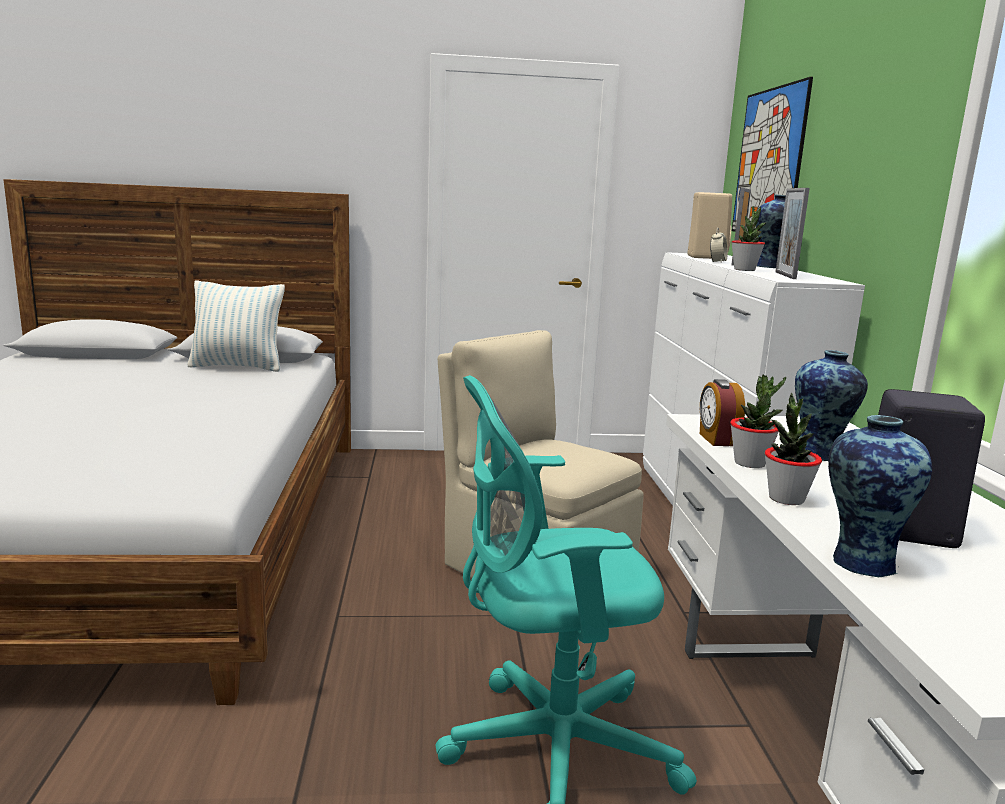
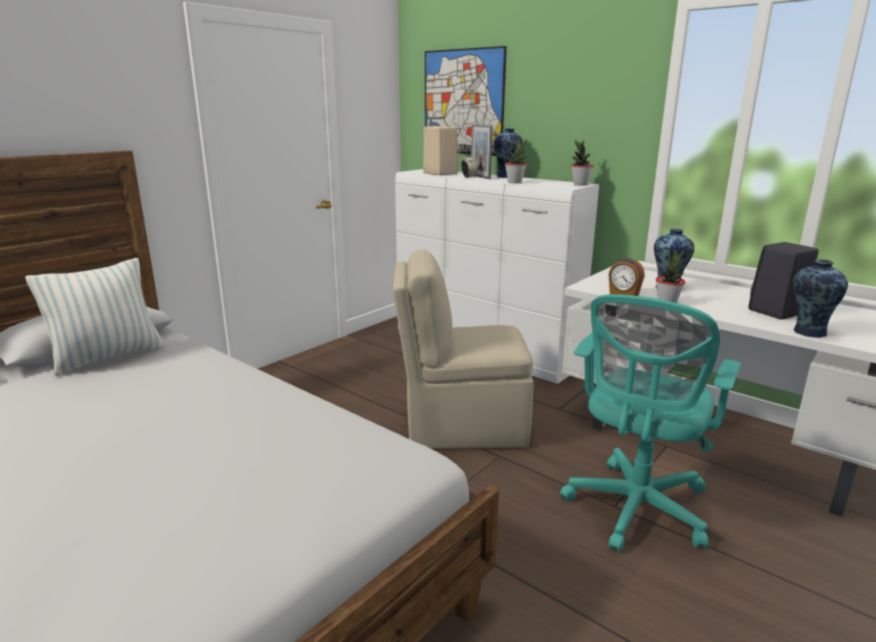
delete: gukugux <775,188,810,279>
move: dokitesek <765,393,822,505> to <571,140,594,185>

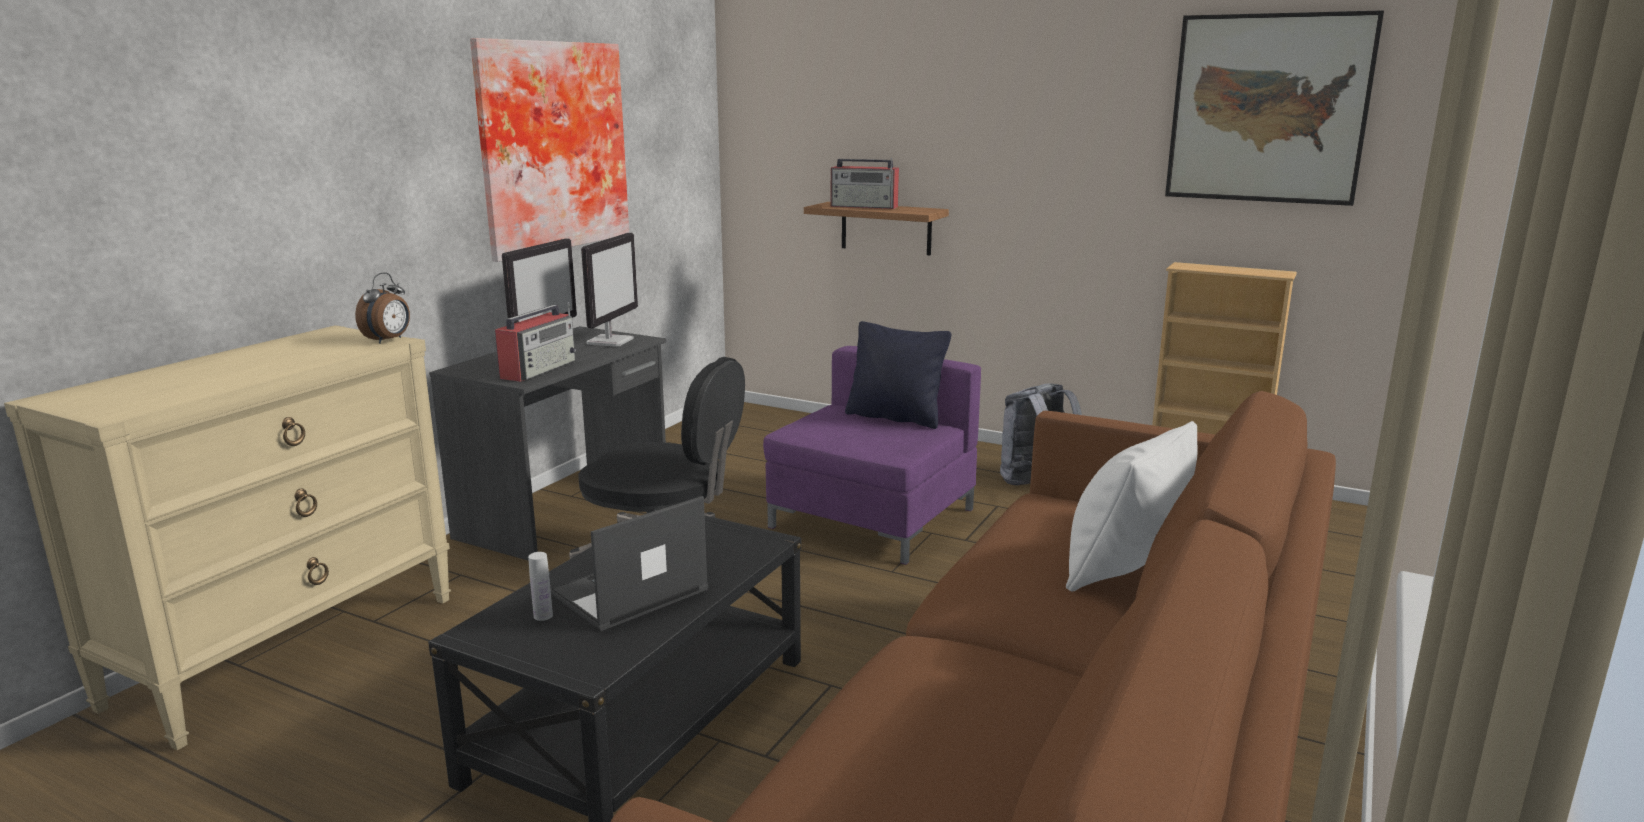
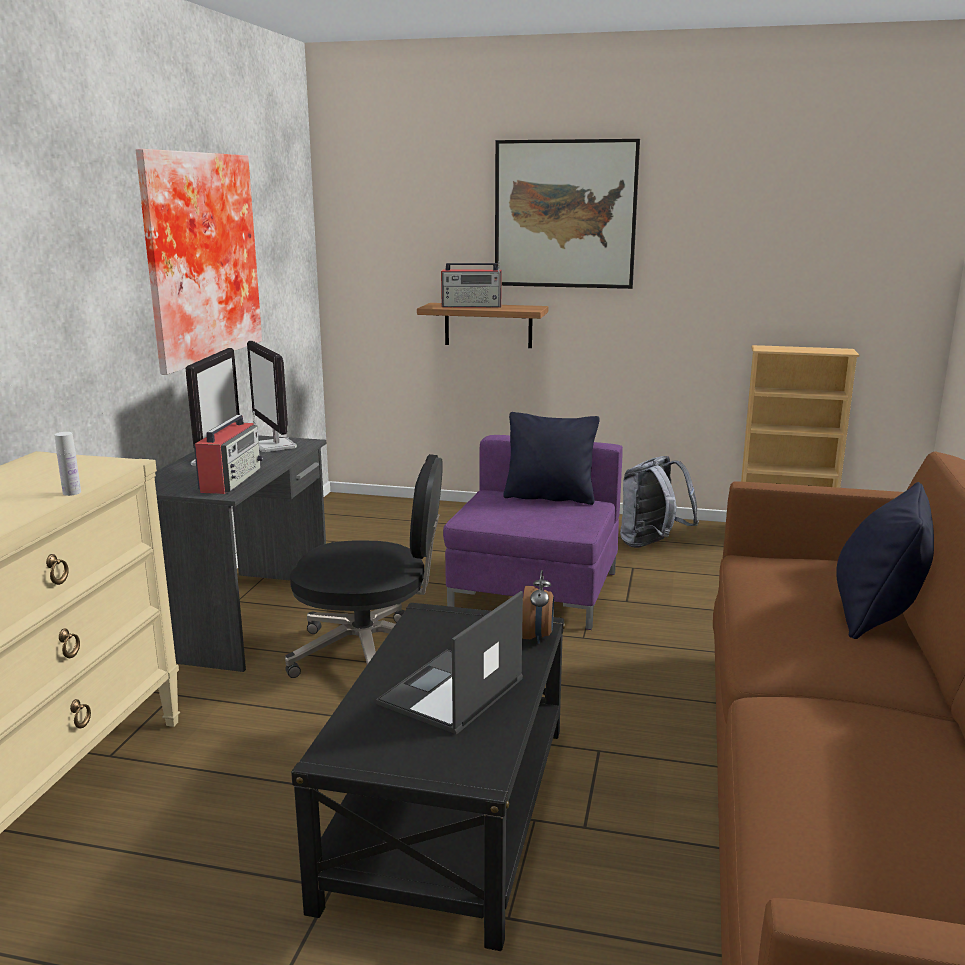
move: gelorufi <1165,10,1384,206> to <495,139,640,289>; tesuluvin <355,273,410,344> to <522,570,554,644>; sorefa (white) <528,552,553,621> to <54,432,81,496>
recolor: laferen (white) <1066,421,1198,591> to laferen (black) <836,482,934,639>
rotate: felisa <581,233,638,347> = <247,341,297,452> 150 degrees clockwise

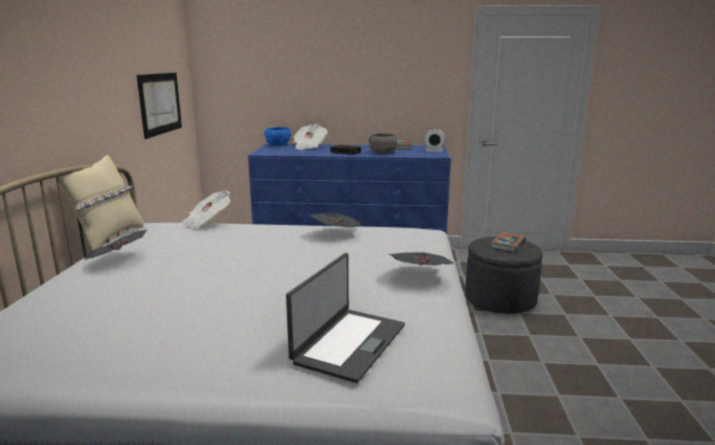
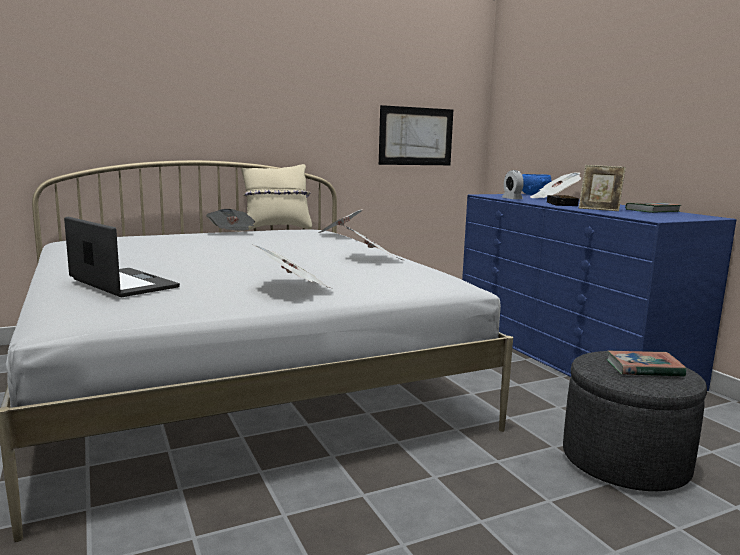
move: tesuluvin <424,128,445,152> to <502,170,524,199>
replace: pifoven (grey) <369,133,397,154> to gukugux <579,165,626,211>
rotate: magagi <286,253,405,383> = <64,217,180,297> 135 degrees counterclockwise

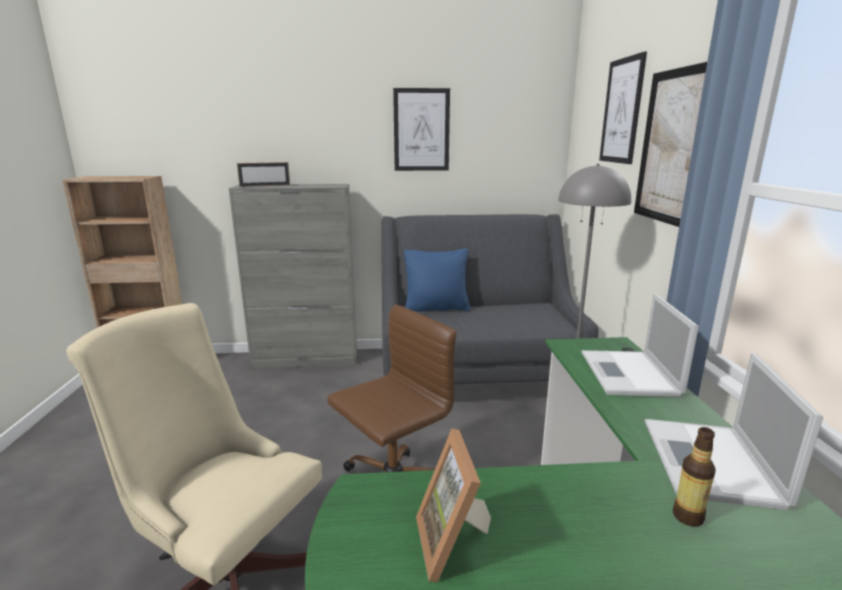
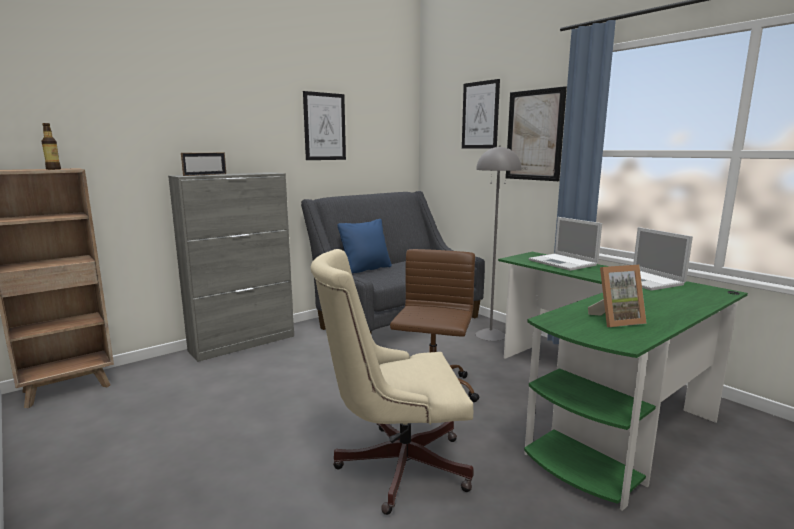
move: sorefa <673,427,716,527> to <42,123,61,170>
rotate: gukugux <416,428,491,582> = <588,265,647,327> 60 degrees counterclockwise

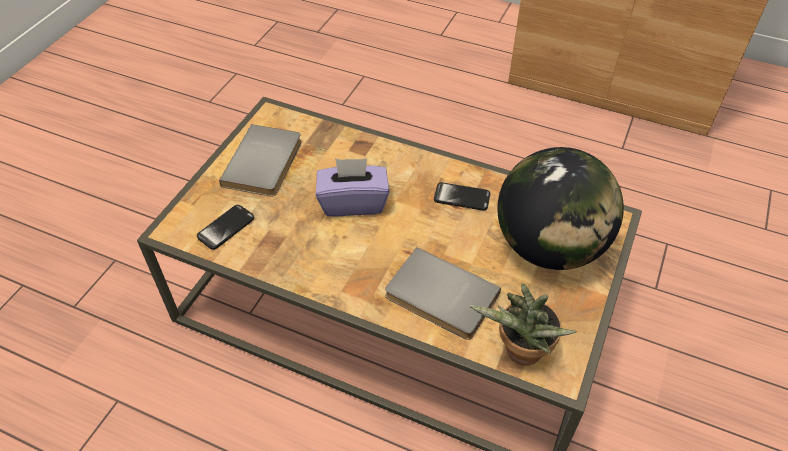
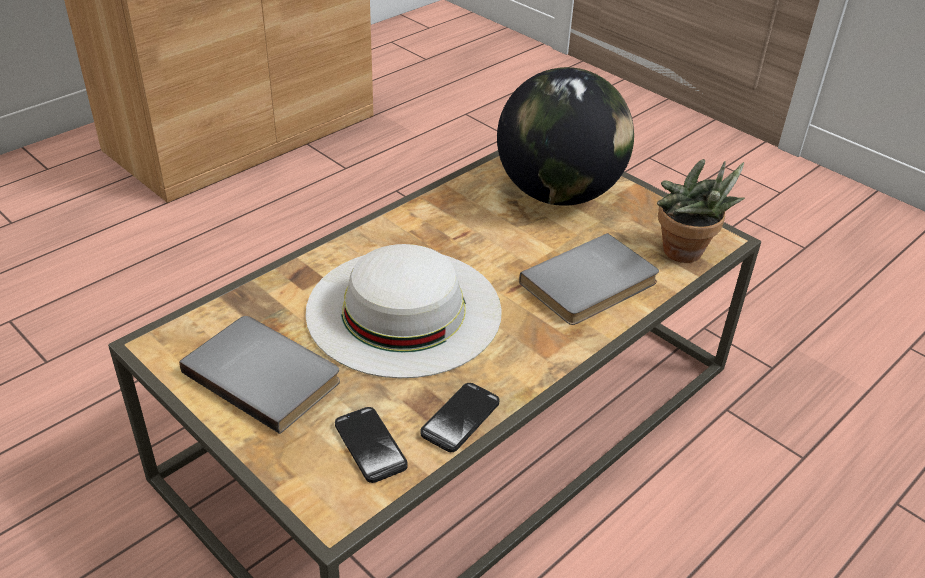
move: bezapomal <434,182,491,211> to <420,383,500,452>
replace: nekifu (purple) <316,159,389,217> to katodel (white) <306,244,502,378>

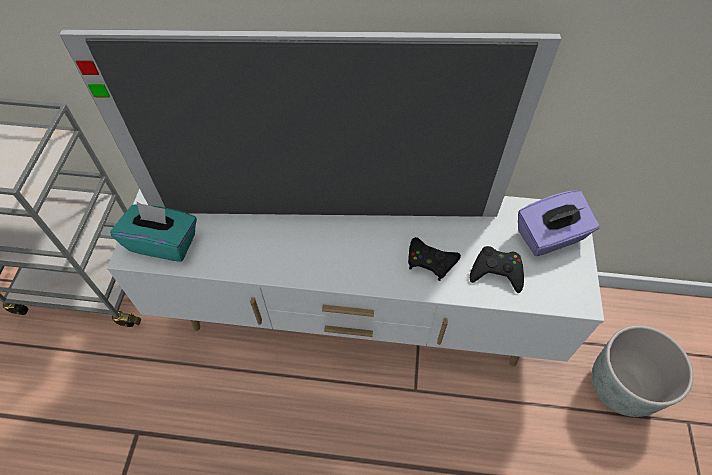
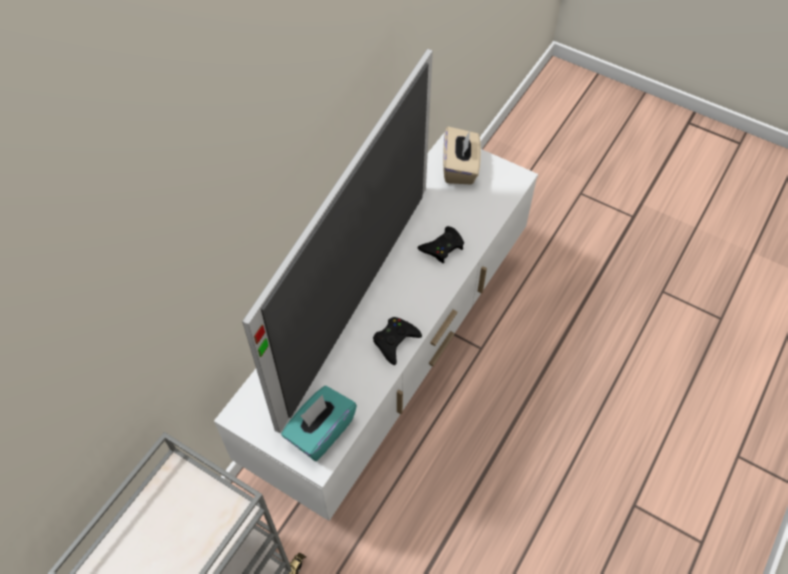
delete: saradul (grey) <592,325,694,417>
move: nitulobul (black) <470,246,524,293> to <373,317,422,365>
recolor: nekifu (purple) <518,190,600,256> to nekifu (beige) <443,127,481,184>

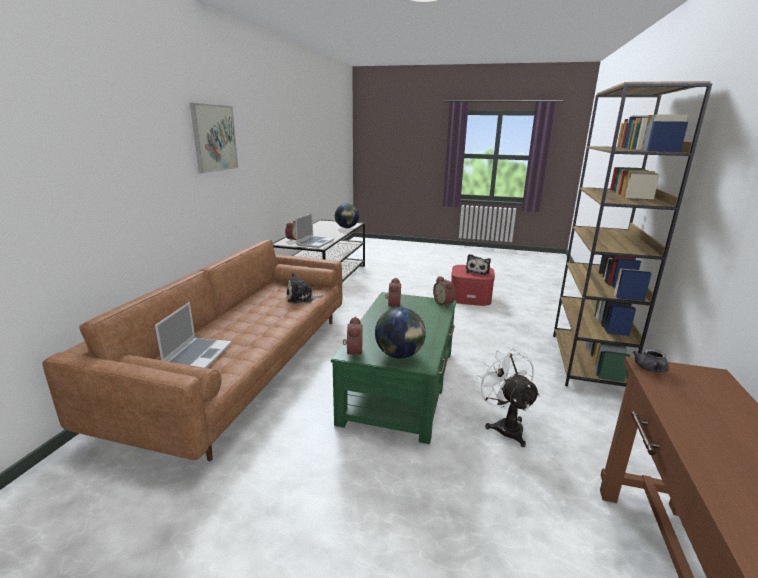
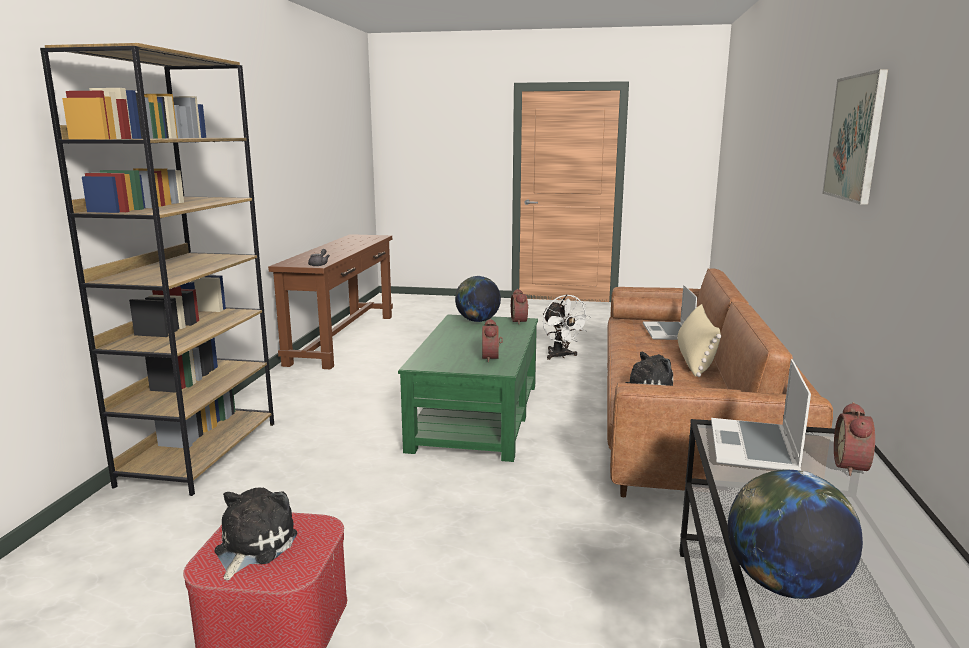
delete: tesuluvin <433,276,456,307>
insert: laferen (beige) <677,304,721,377>
move: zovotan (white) <475,349,540,447> to <543,294,591,360>

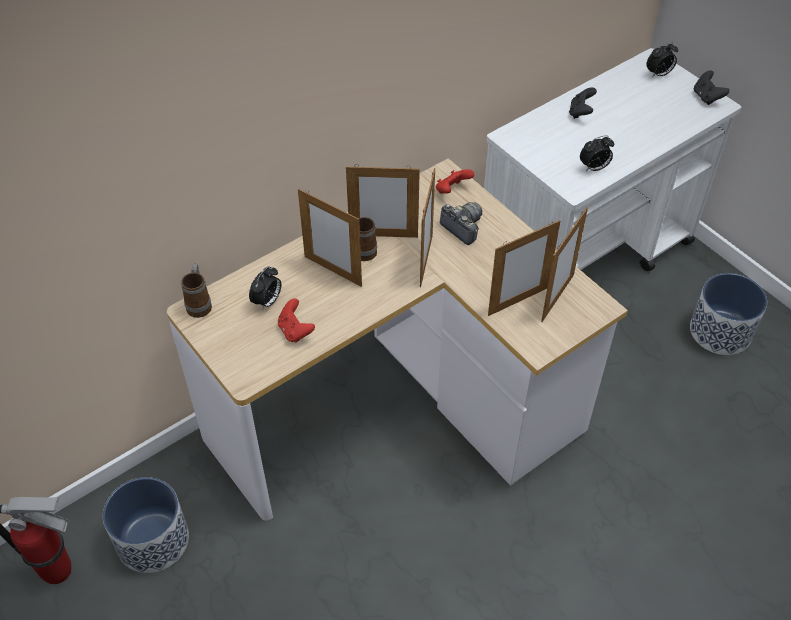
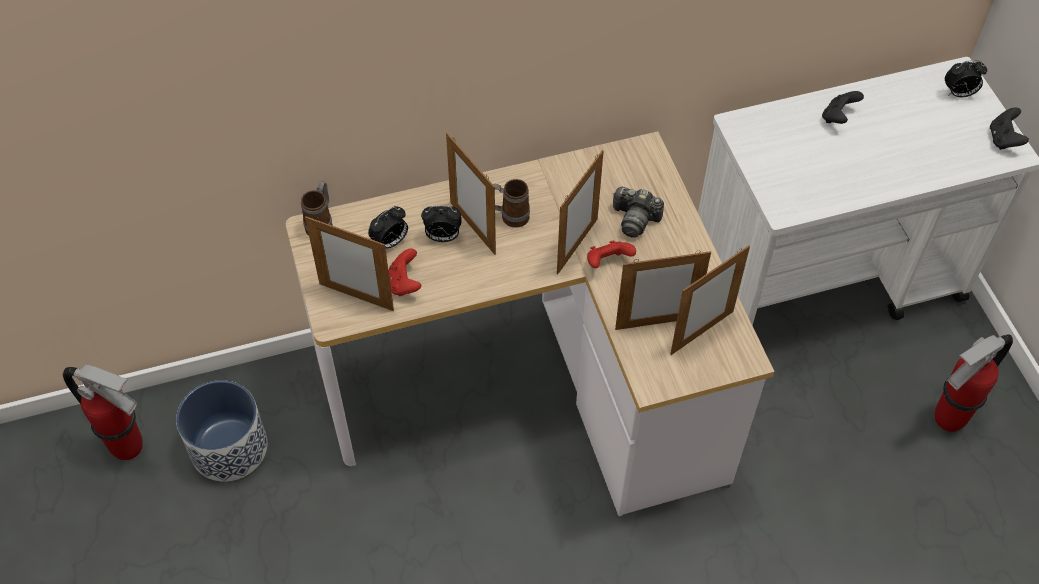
move: tesuluvin <580,135,614,171> to <421,206,462,242>; gukugux <346,164,420,238> to <305,216,394,311>; nitulobul (red) <436,169,474,194> to <587,240,636,268>
replace: saradul <690,273,767,355> to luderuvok <935,334,1013,432>
rotate: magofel <440,202,482,245> = <613,187,664,238> 135 degrees clockwise

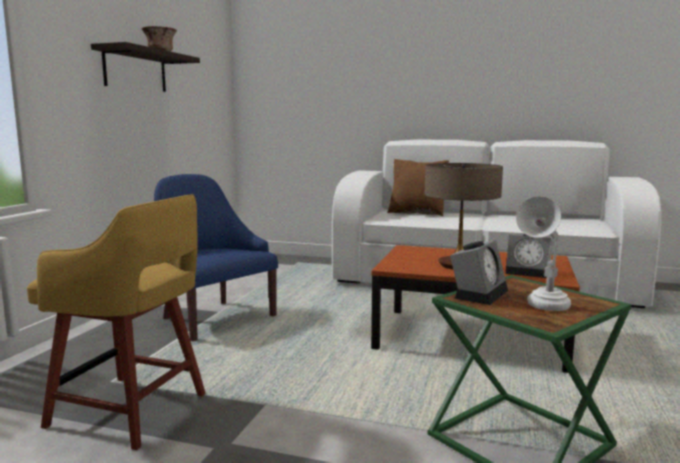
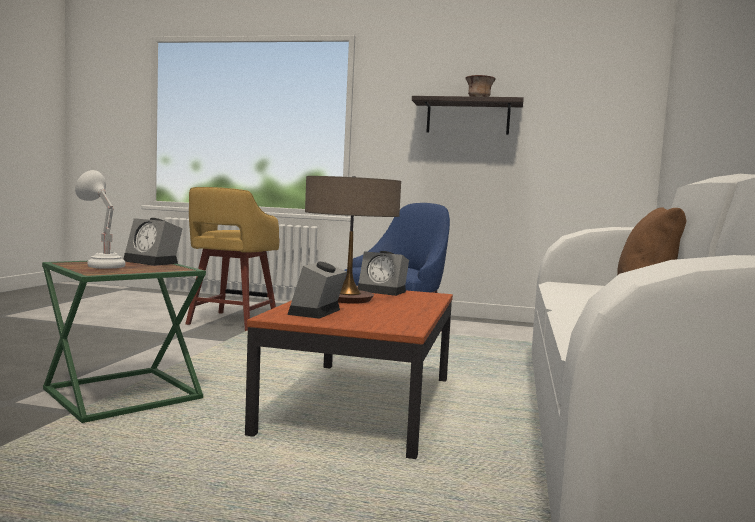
insert: tesuluvin <358,251,409,296>

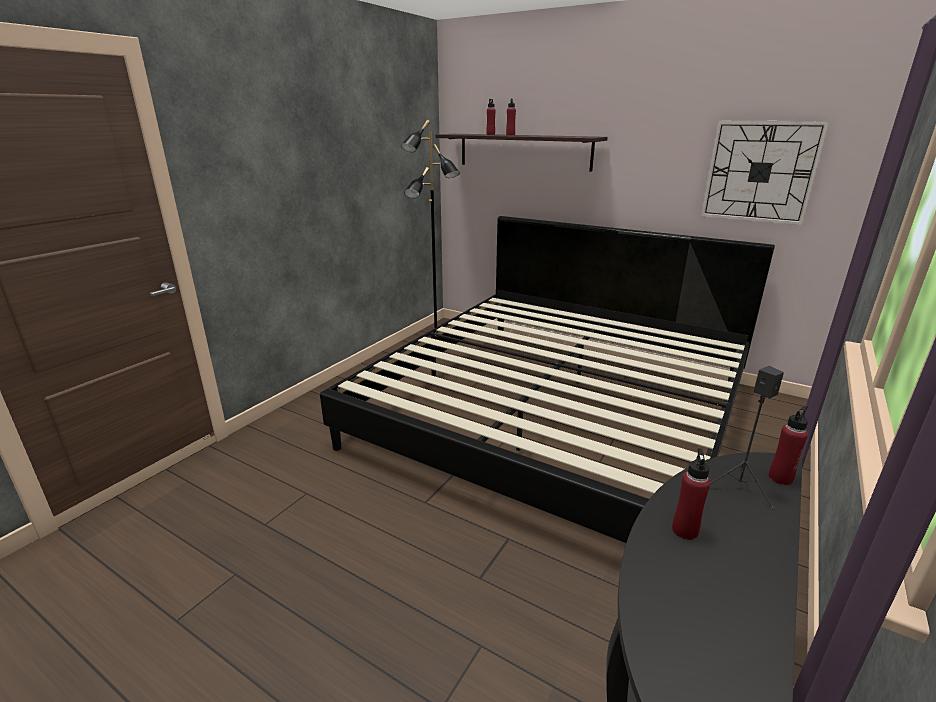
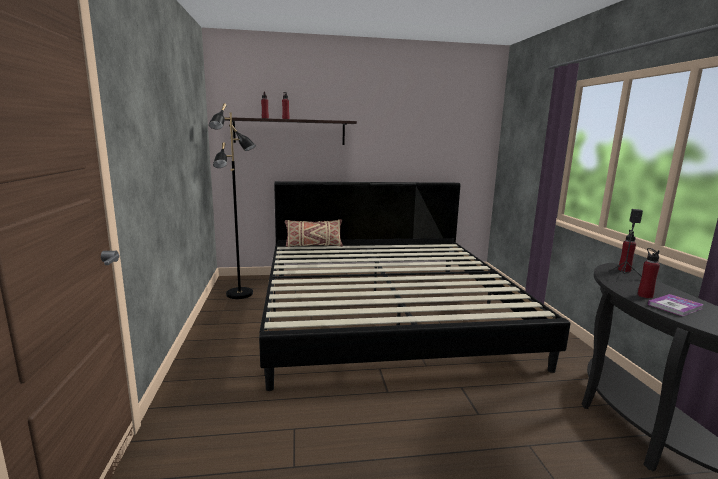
delete: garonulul <701,121,829,225>
insert: laferen (beige) <285,219,343,247>; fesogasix <648,294,704,316>

